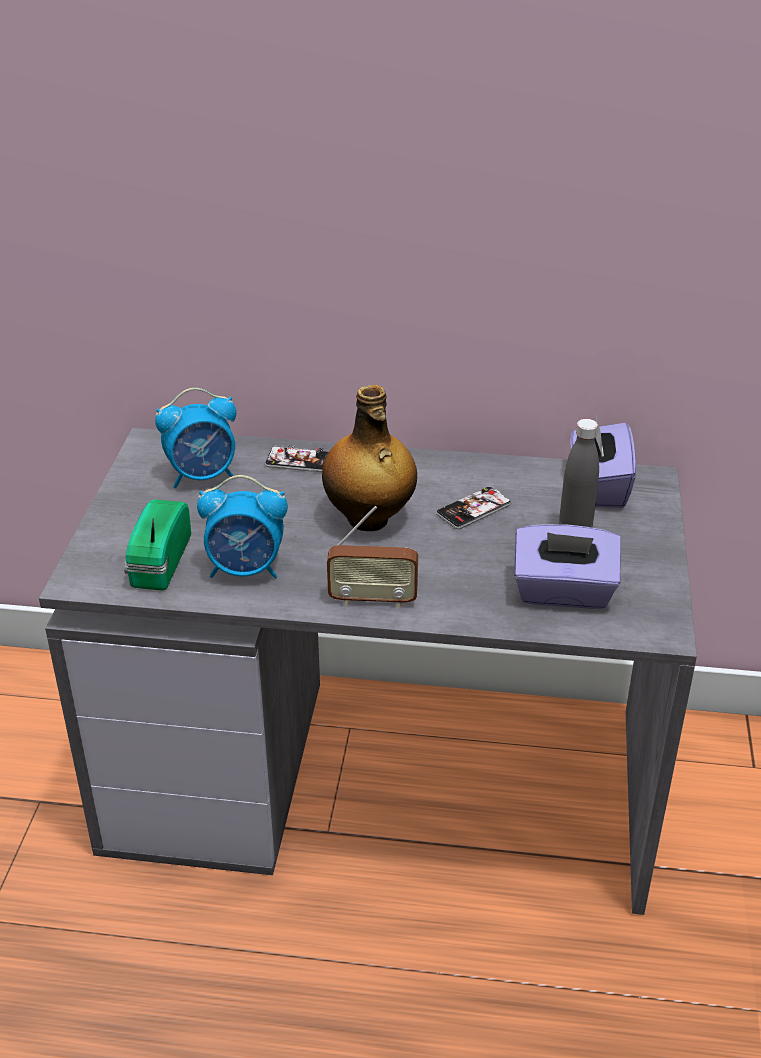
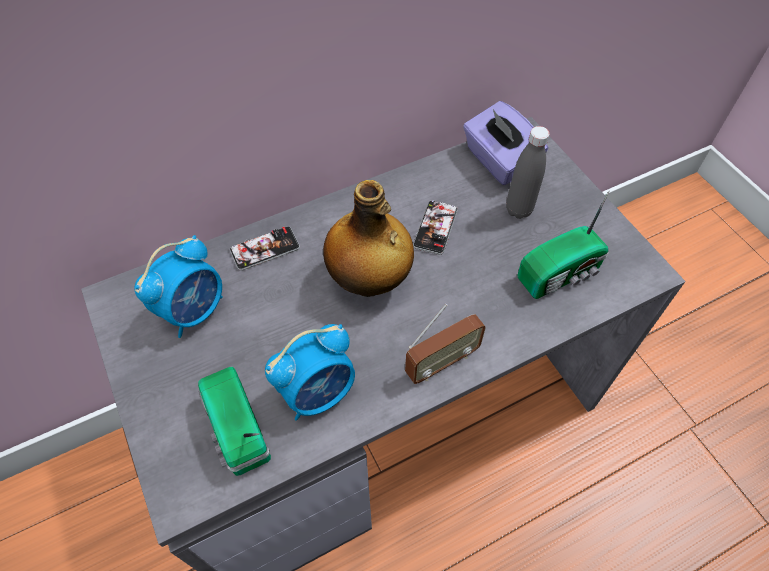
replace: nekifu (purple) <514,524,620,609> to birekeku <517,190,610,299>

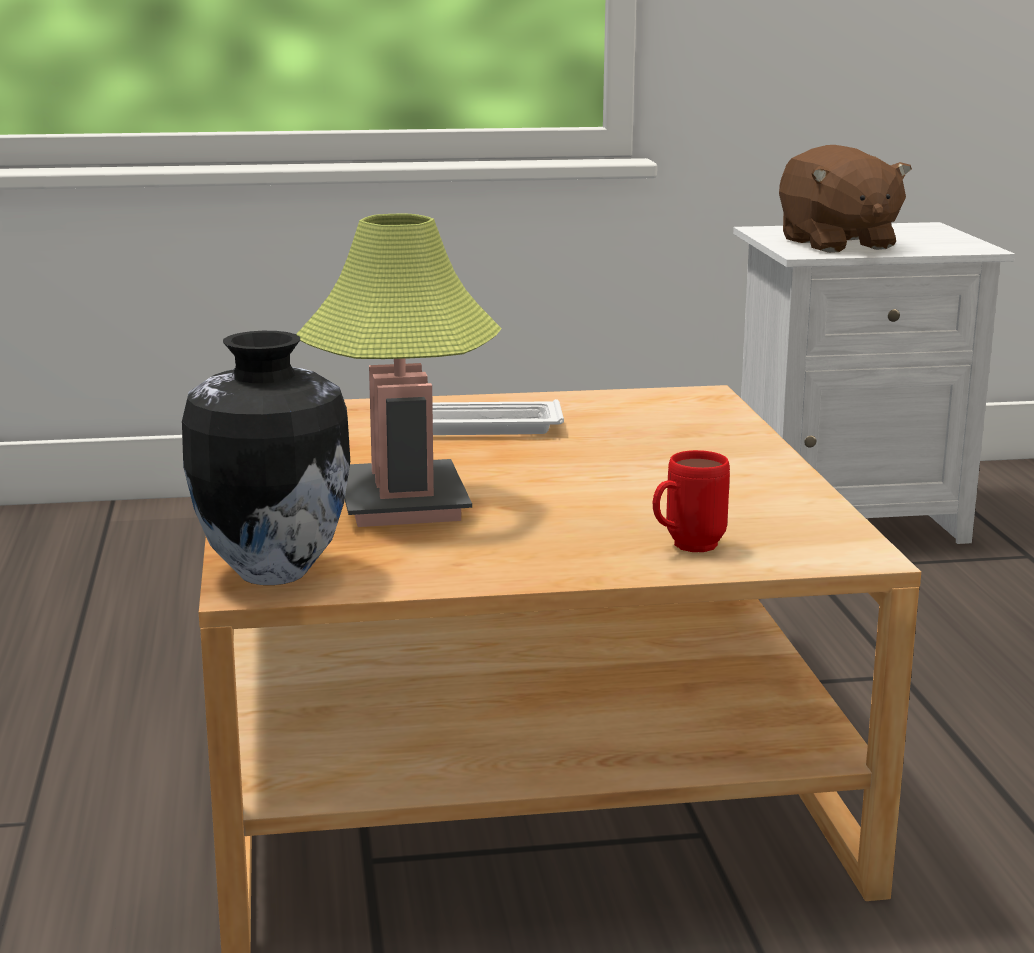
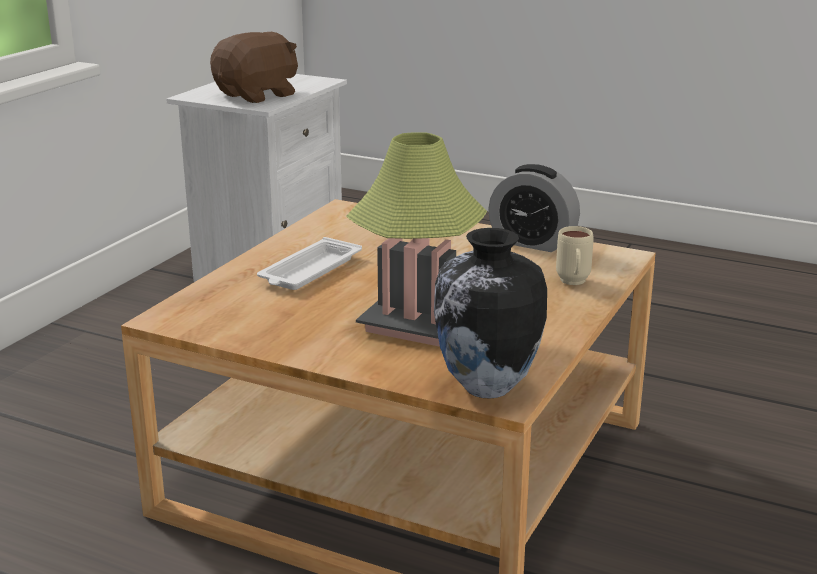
insert: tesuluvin <488,164,580,252>
recolor: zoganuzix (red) <653,450,730,552> to zoganuzix (beige) <556,226,594,285>
rotate: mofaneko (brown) <779,145,912,253> = <210,32,298,103> 60 degrees counterclockwise

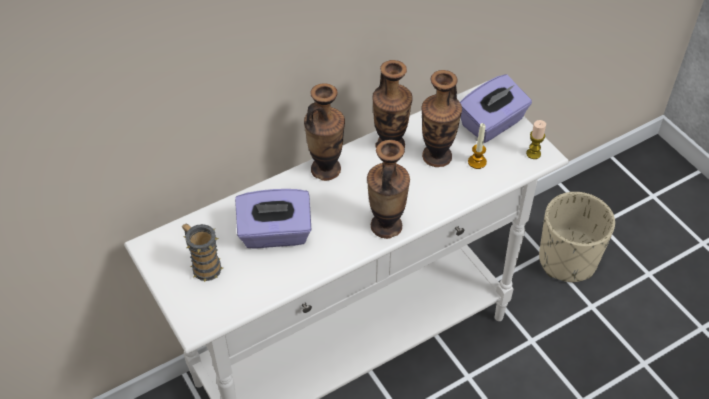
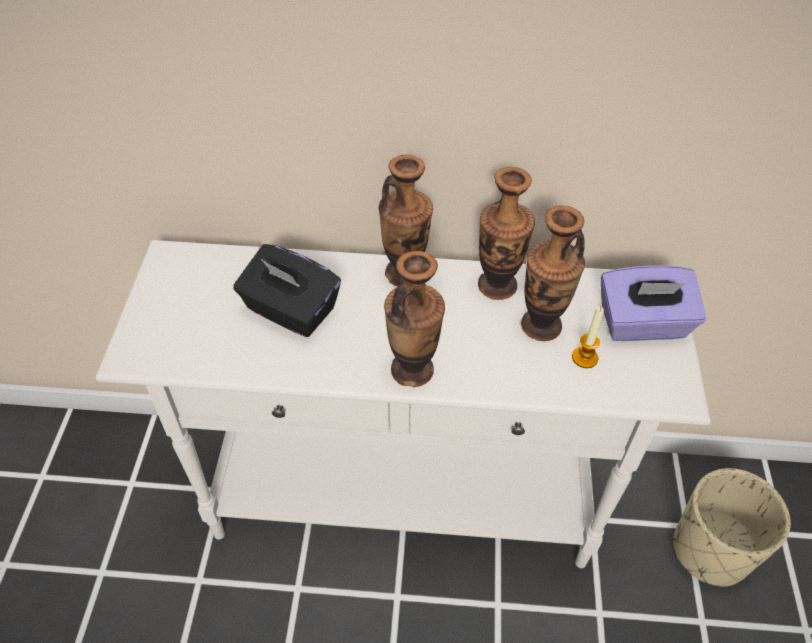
delete: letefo <526,120,546,159>; zoganuzix <182,224,223,282>
recolor: nekifu (purple) <235,189,311,248> to nekifu (black) <234,244,341,337>

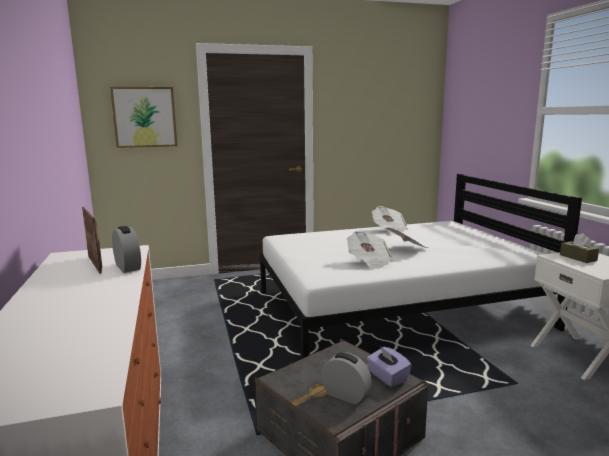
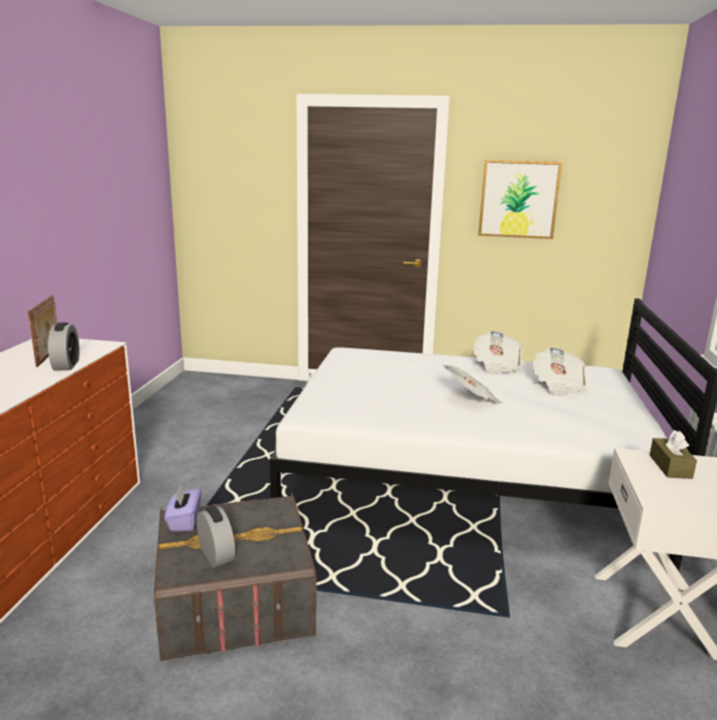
move: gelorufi <110,87,177,148> to <478,160,562,239>; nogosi <347,231,393,269> to <532,347,586,396>; nekifu (purple) <366,346,412,387> to <165,486,201,532>

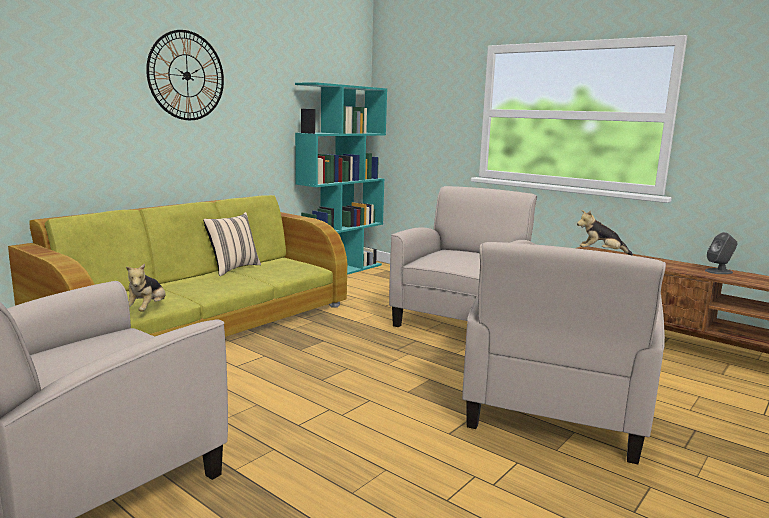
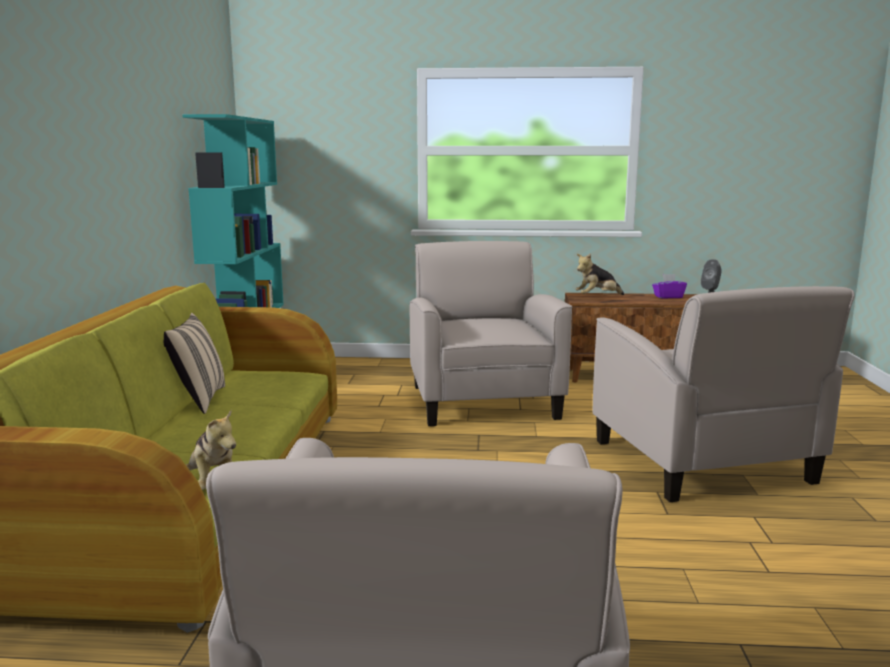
delete: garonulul <146,30,224,120>
insert: nekifu (purple) <652,274,687,299>

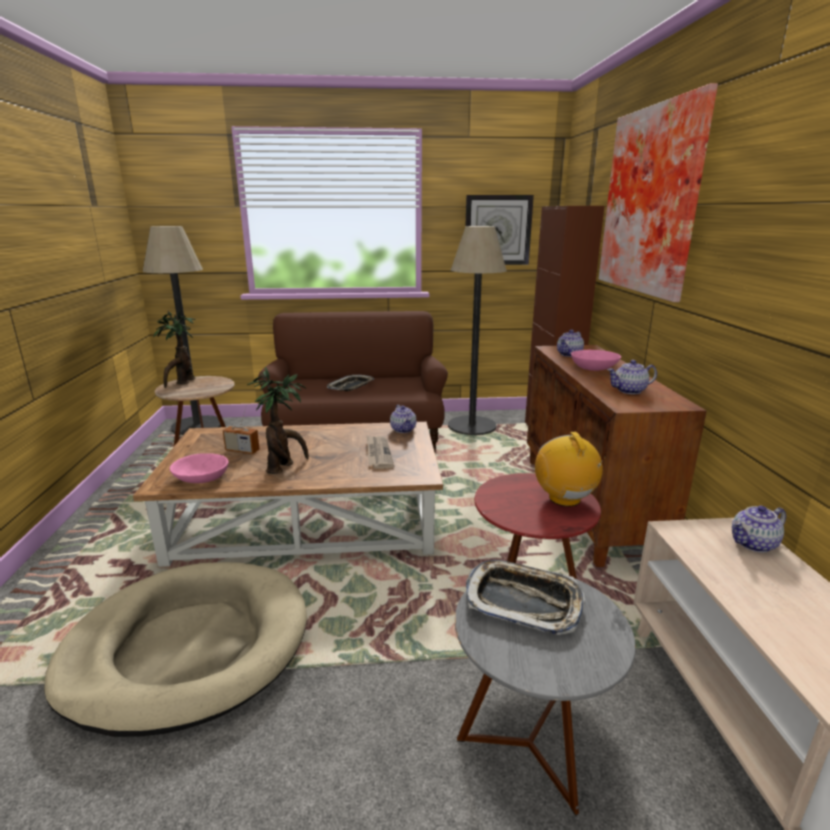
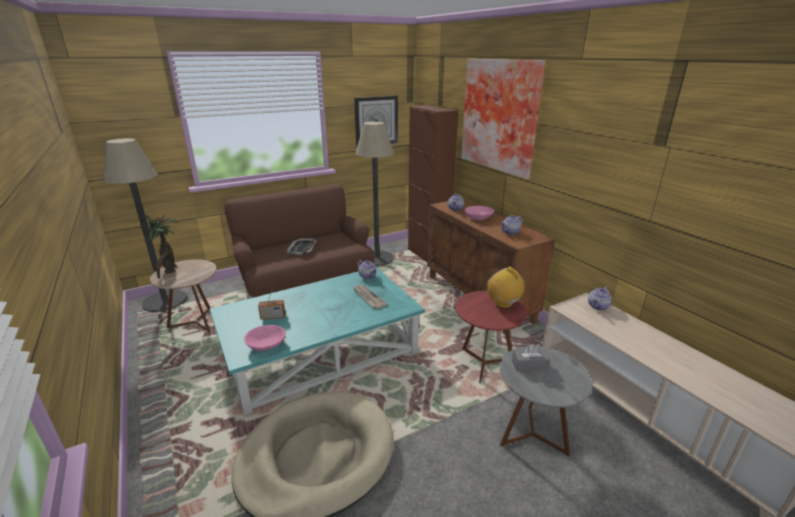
delete: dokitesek <247,367,309,474>
replace: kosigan <466,560,585,635> to nekifu (grey) <512,344,550,372>
recolor: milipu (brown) <133,422,443,567> to milipu (turquoise) <210,267,425,415>

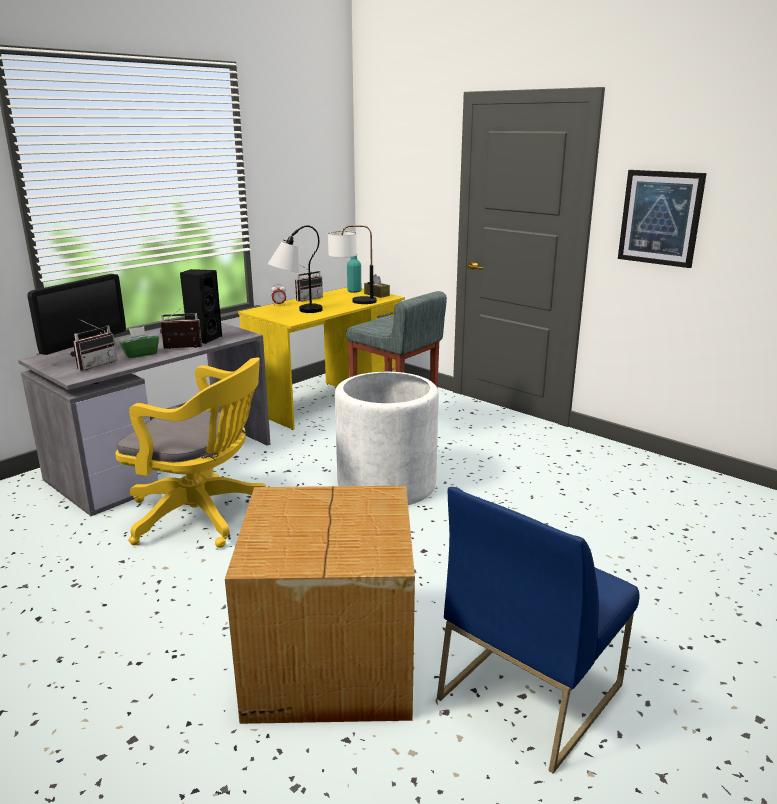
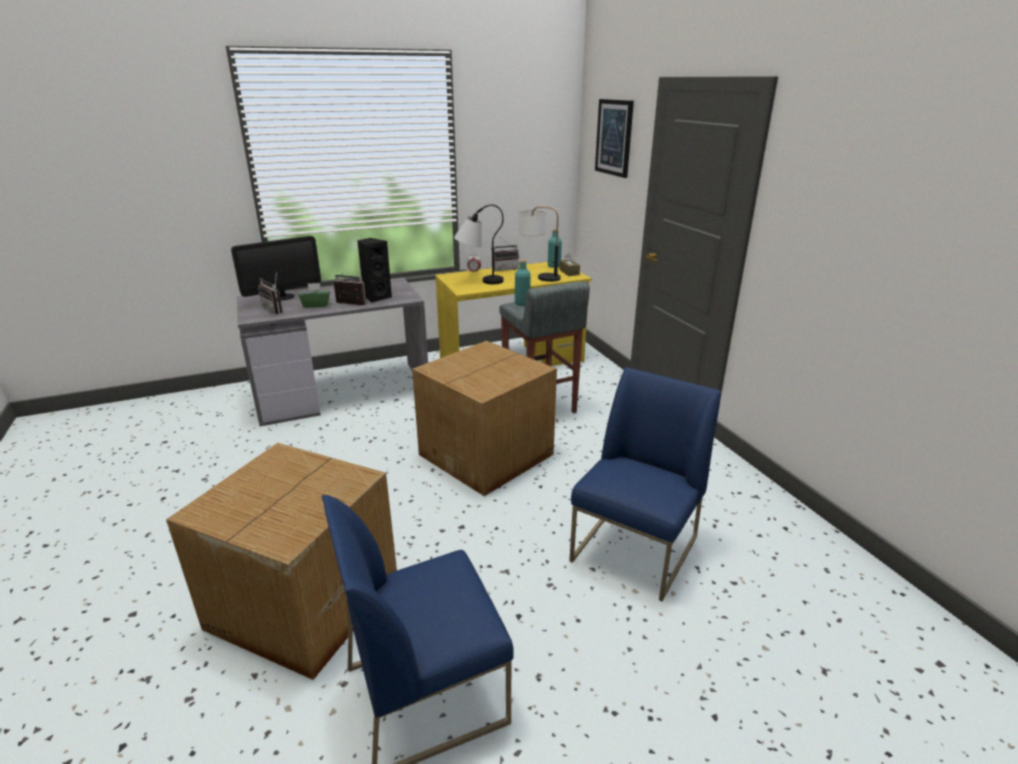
delete: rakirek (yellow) <115,357,266,548>
insert: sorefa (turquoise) <515,260,531,306>; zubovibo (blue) <569,367,721,601>
move: gelorufi <618,170,707,268> to <595,99,634,178>
replace: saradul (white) <335,372,439,505> to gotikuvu <412,341,557,496>
rotate: birekeku <73,319,117,371> = <258,273,283,314> 75 degrees clockwise

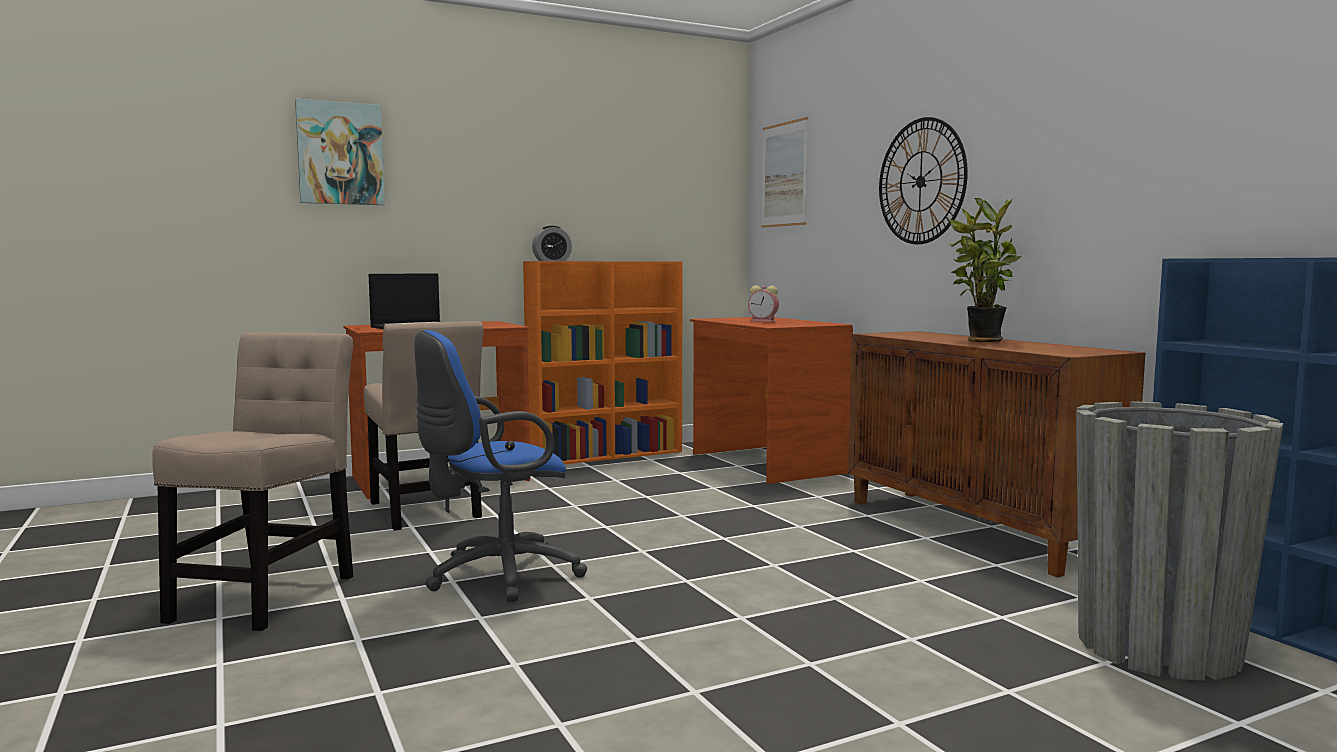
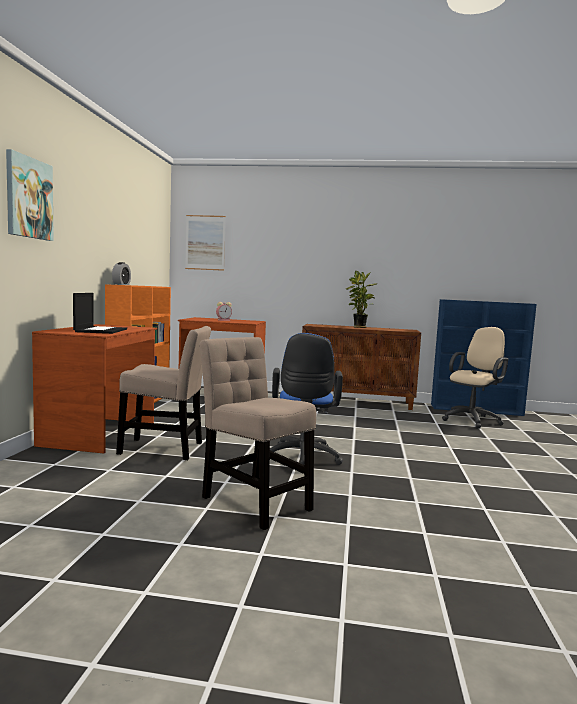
delete: garonulul <879,117,968,245>
replace: saradul (grey) <1076,401,1284,681> to rakirek (beige) <442,327,508,429>

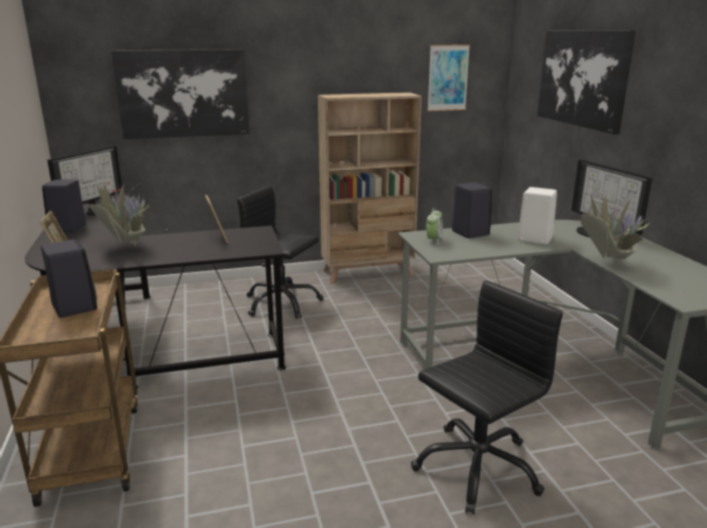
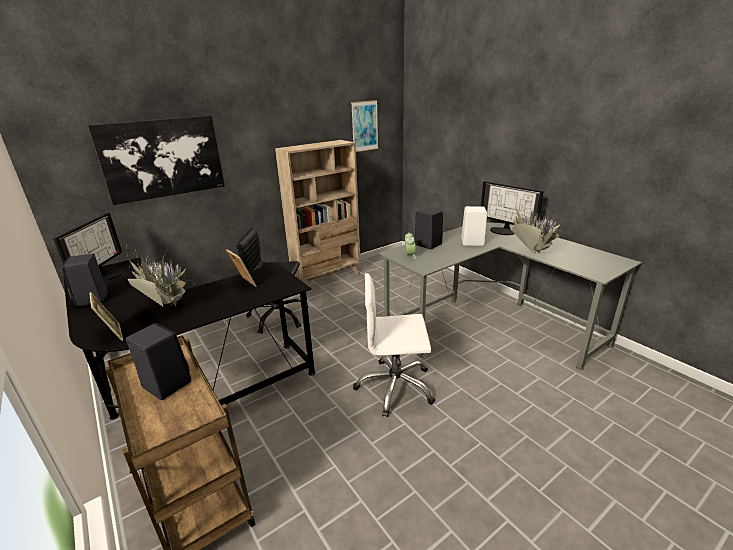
delete: gelorufi <537,30,636,134>; rakirek (black) <411,280,563,514>
insert: rakirek (white) <353,273,435,417>

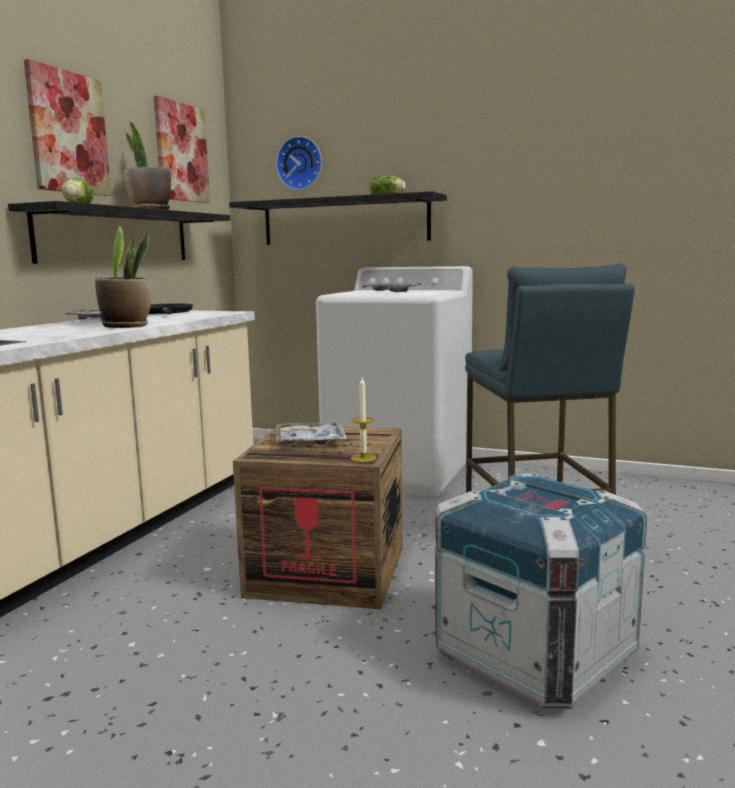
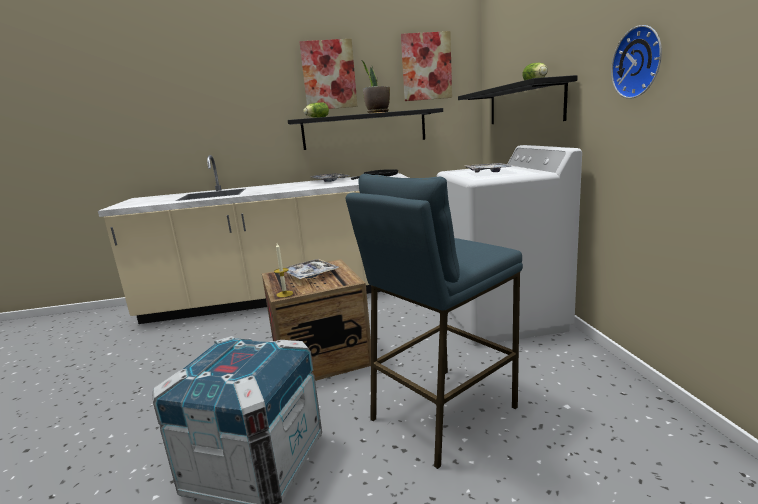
delete: dokitesek <95,226,152,328>
move: garonulul <276,136,322,190> to <611,25,662,99>

